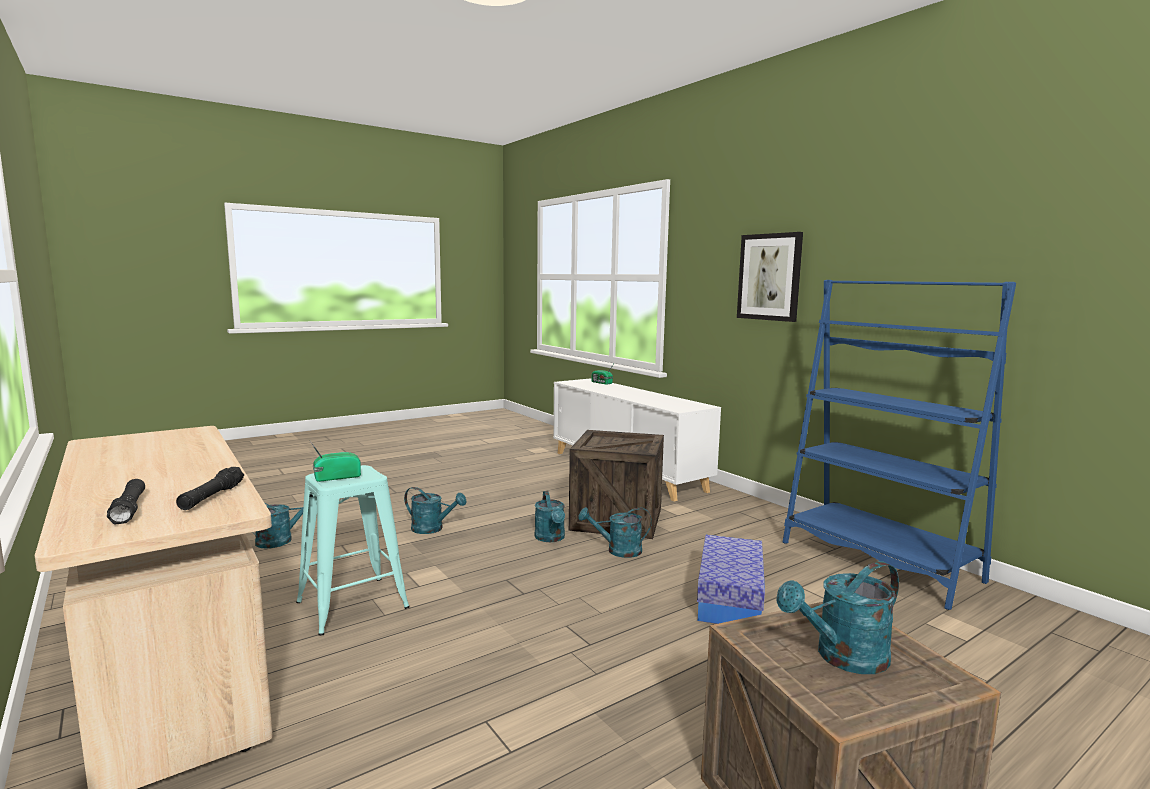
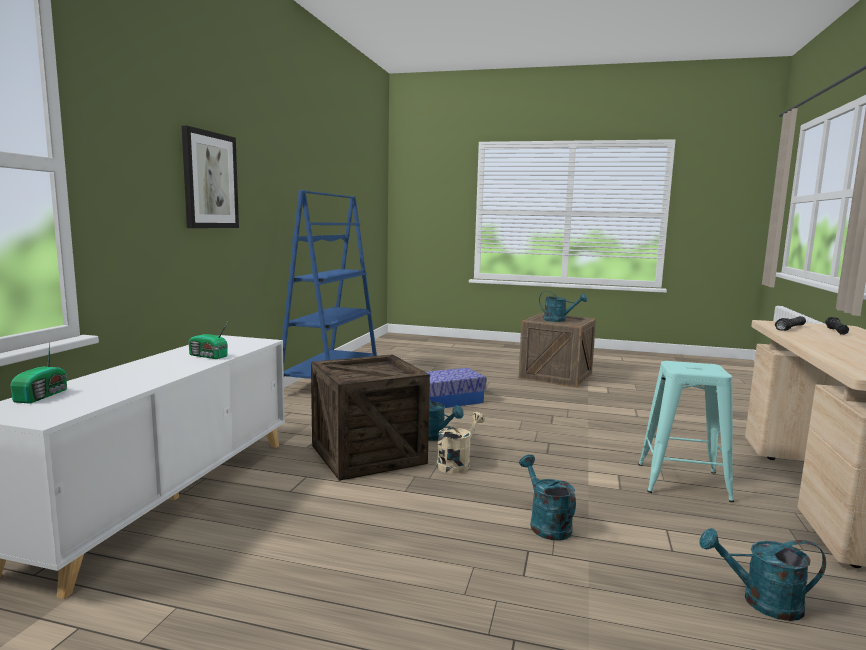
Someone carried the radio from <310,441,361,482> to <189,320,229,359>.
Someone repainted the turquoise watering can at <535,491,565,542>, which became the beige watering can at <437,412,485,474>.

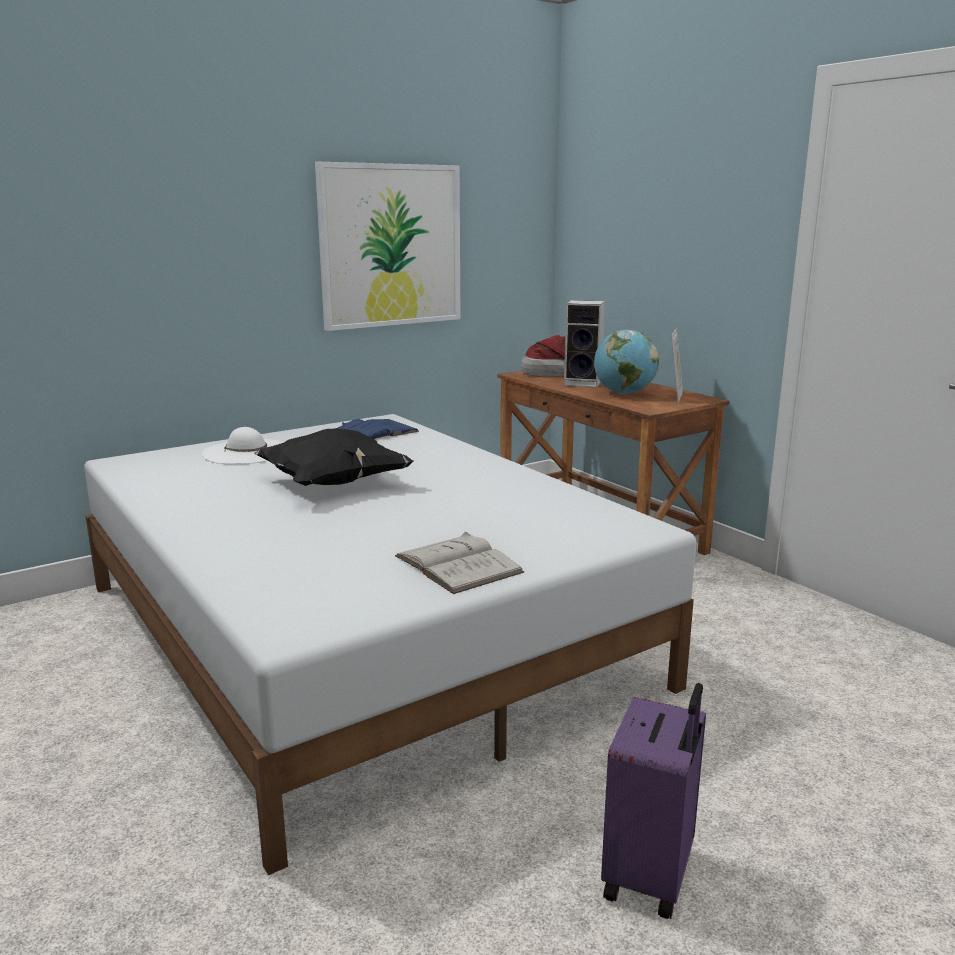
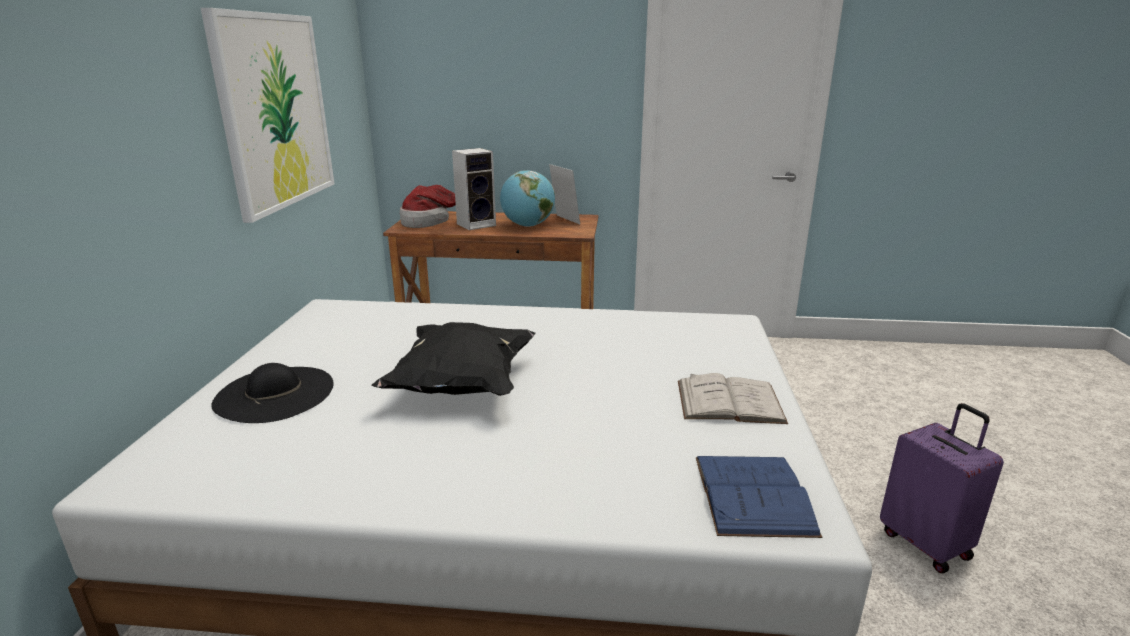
Someone repainted the white hat at <201,427,284,464>, which became the black hat at <211,363,334,423>.
Someone carried the blue book from <335,419,419,439> to <696,456,822,538>.

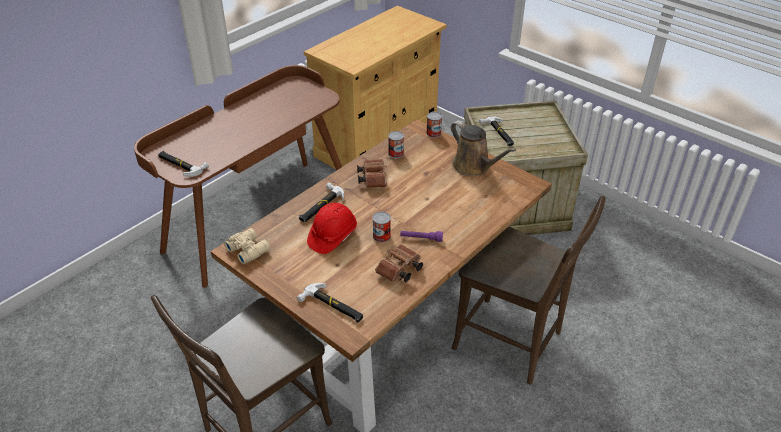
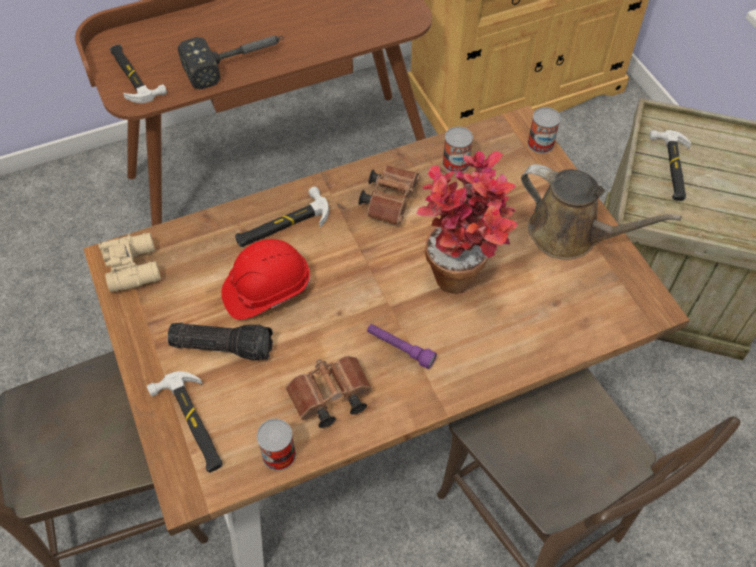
Someone put down the flashlight at <167,323,273,361>.
Someone put down the hammer at <178,36,284,89>.
Someone carried the can from <372,212,391,242> to <257,419,296,471>.
Someone put down the potted plant at <416,151,518,294>.
Someone rotated the brown watering can at <451,120,516,176> by 45 degrees counterclockwise.

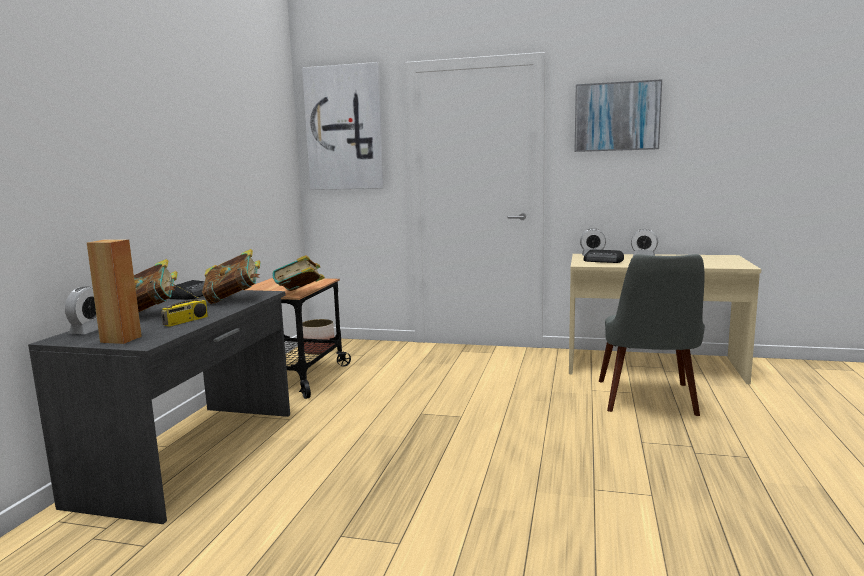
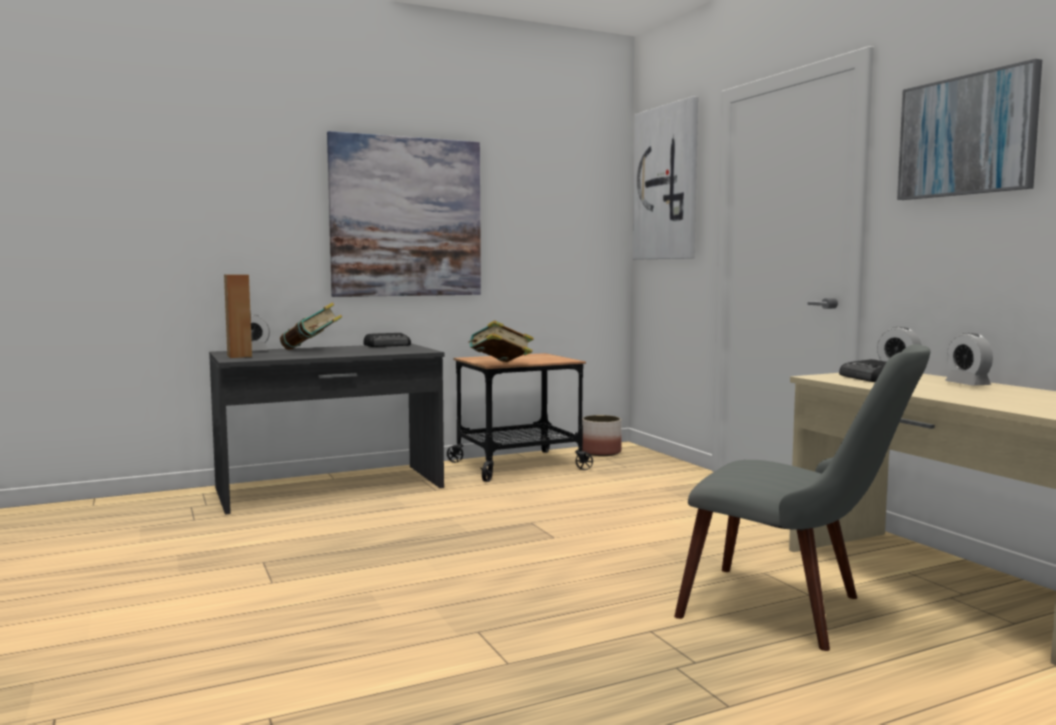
Someone put up the picture at <327,131,481,297>.
Someone rotated the grey chair at <599,254,705,416> by 120 degrees counterclockwise.
Someone took away the radio at <161,280,208,327>.
Someone took away the book at <202,249,260,304>.

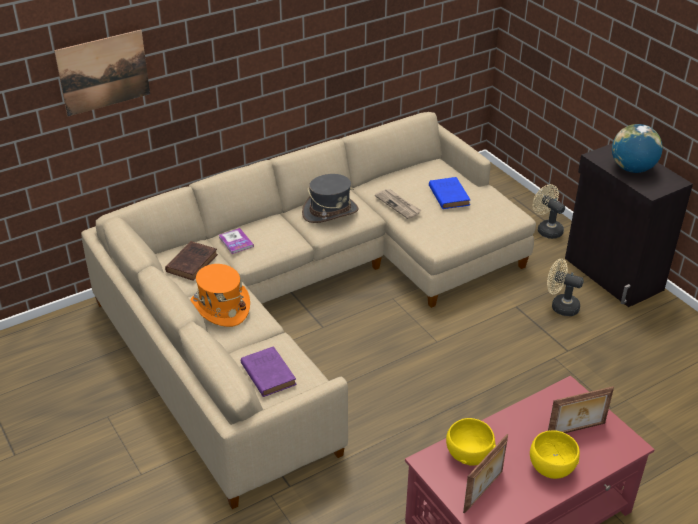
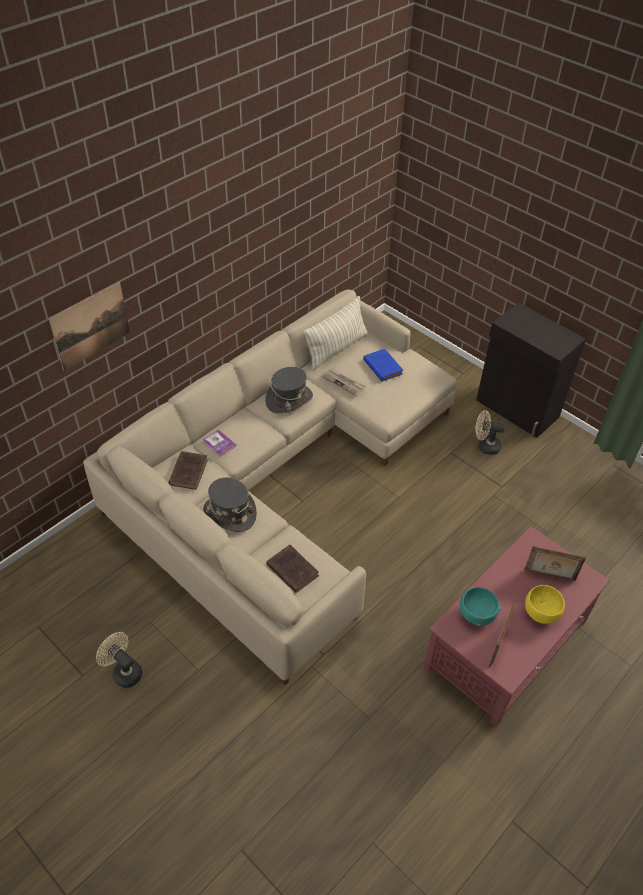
Someone carried the beige fan from <532,184,565,239> to <96,632,142,688>.
Someone repainted the orange hat at <190,264,250,327>, which became the grey hat at <203,477,257,532>.
Someone repainted the purple book at <241,346,297,397>, which became the brown book at <266,545,319,593>.
Someone put down the pillow at <303,296,368,370>.
Someone repainted the yellow bowl at <446,418,496,466>, which became the turquoise bowl at <460,587,501,626>.
Someone rotated the picture frame at <548,386,614,433> by 45 degrees clockwise.
Someone took away the globe at <612,124,663,173>.

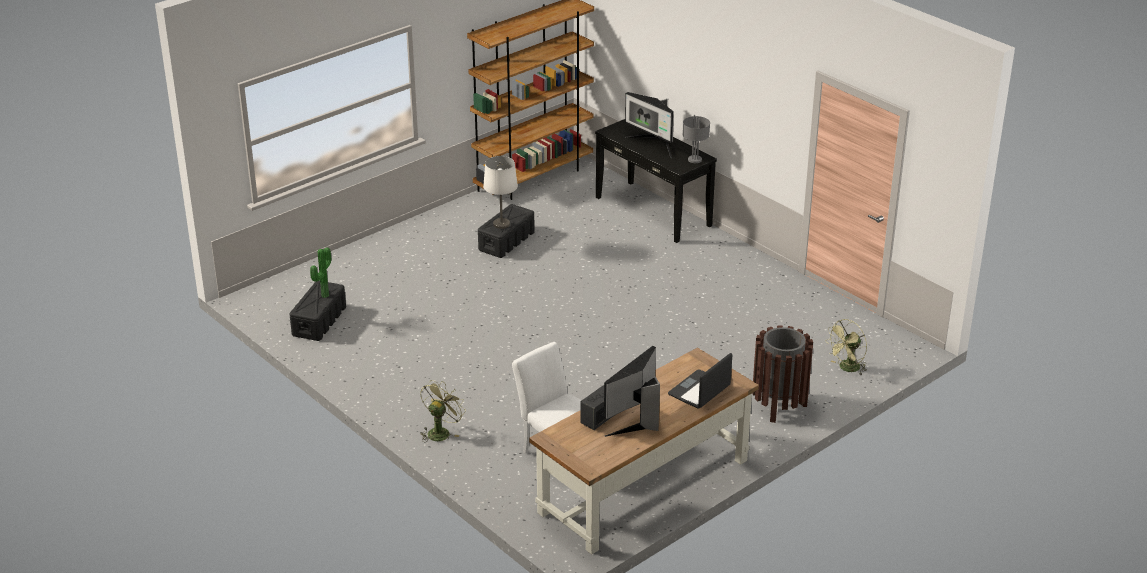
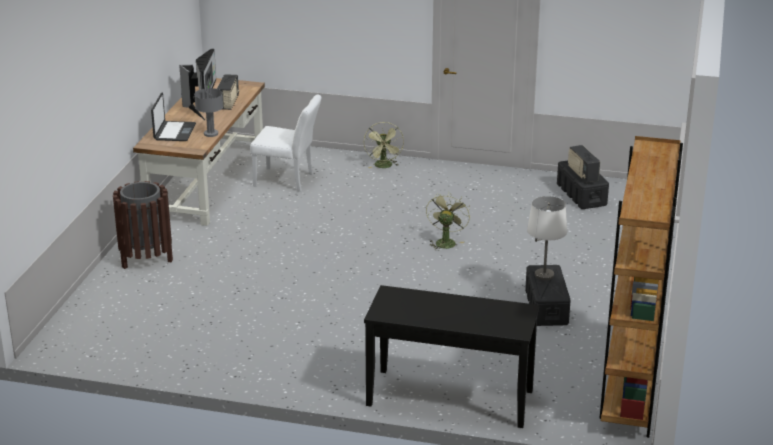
Someone carried the grey table lamp from <683,115,710,163> to <194,84,223,137>.
Someone carried the green fan from <825,319,867,375> to <426,192,470,251>.
Someone swapped the potted plant at <310,248,331,298> for the radio at <568,145,600,183>.
Someone took away the monitor at <625,92,674,158>.

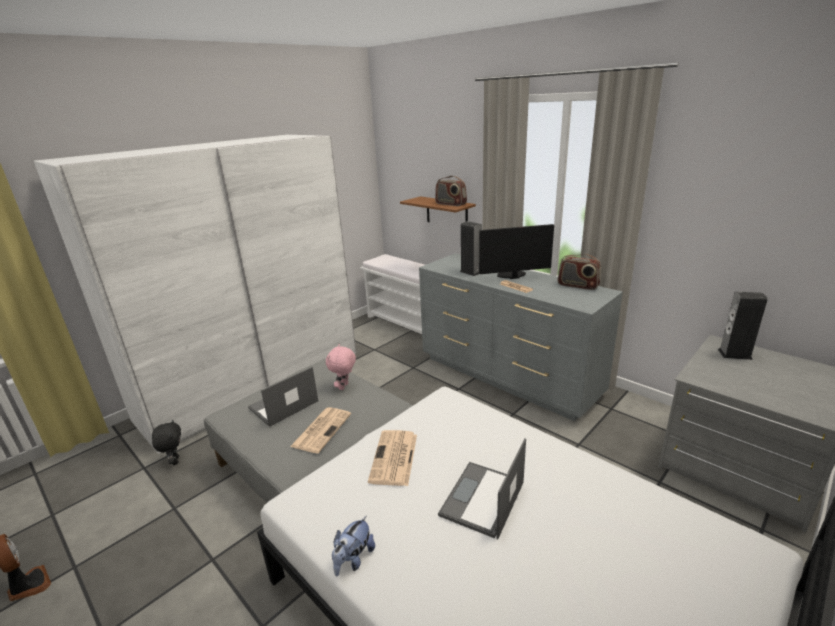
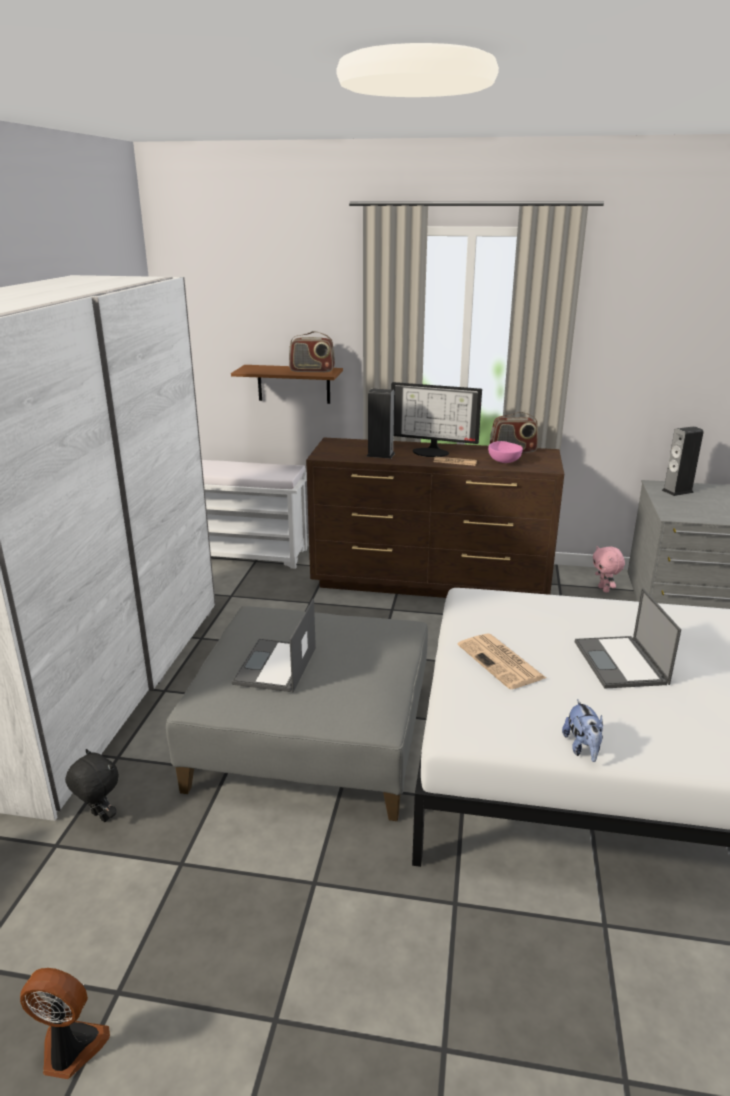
Someone repainted the grey dresser at <419,253,623,421>, which became the brown dresser at <306,438,564,598>.
Someone rotated the monitor at <479,224,554,279> by 120 degrees counterclockwise.
Someone put down the pink bowl at <488,441,523,463>.
Someone carried the pink plush toy from <326,344,356,390> to <593,546,625,593>.
Someone took away the newspaper at <290,407,351,454>.

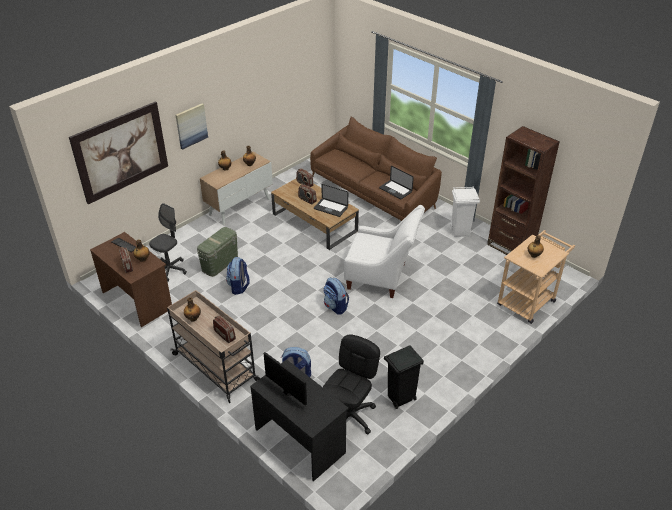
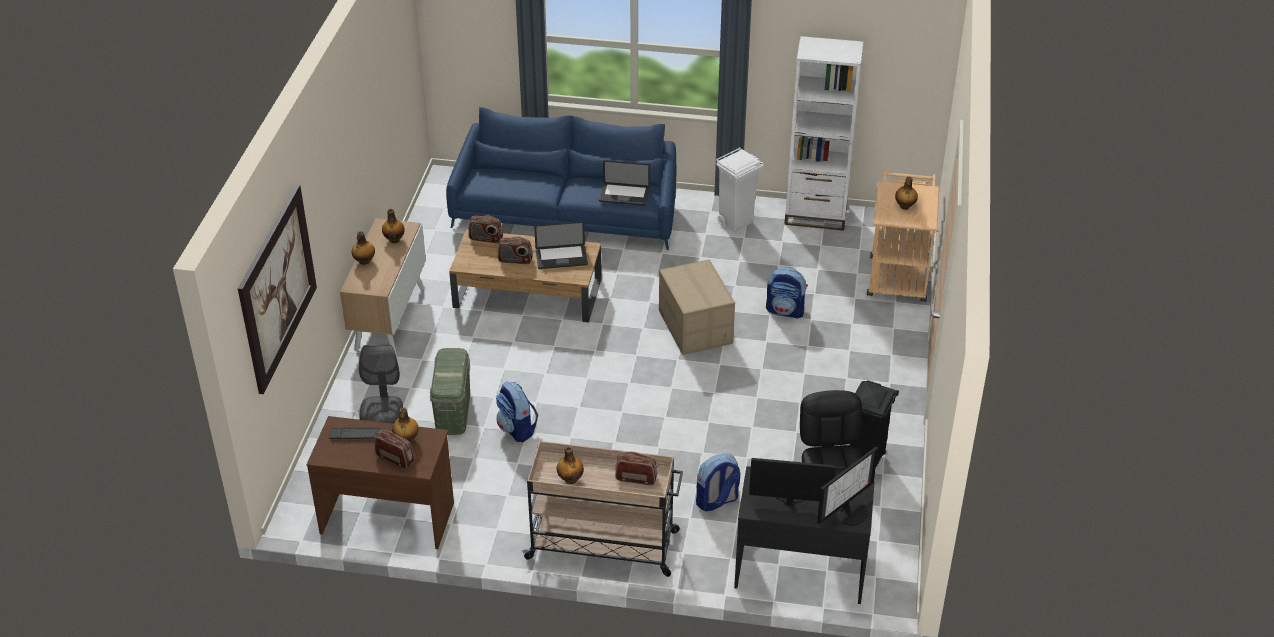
Someone repainted the brown sofa at <310,117,442,221>, which became the blue sofa at <446,107,676,250>.
Someone swapped the white armchair at <344,205,425,298> for the cardboard box at <659,260,735,355>.
Someone carried the backpack from <324,278,349,315> to <766,267,808,319>.
Someone repainted the brown bookcase at <487,126,560,255>, which became the white bookcase at <784,36,863,231>.
Someone put down the monitor at <817,447,878,526>.
Someone took away the picture at <176,103,208,150>.

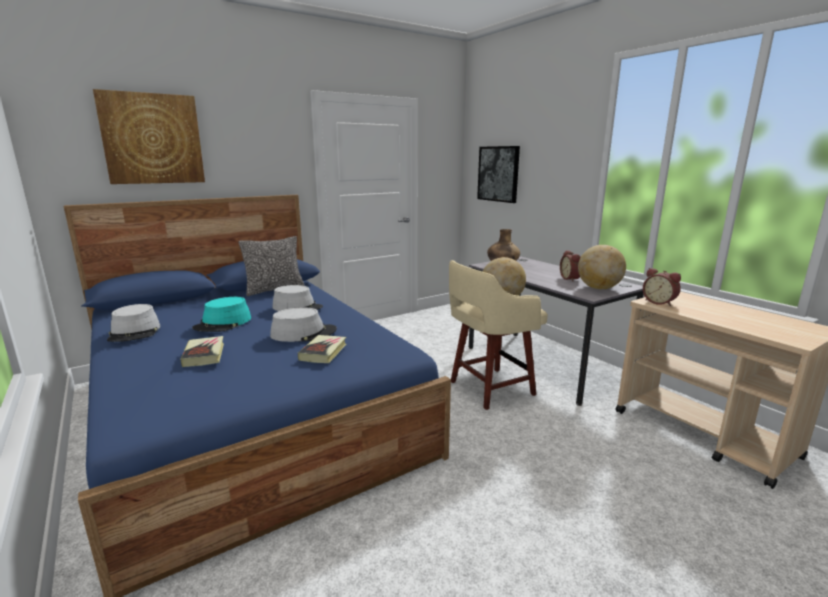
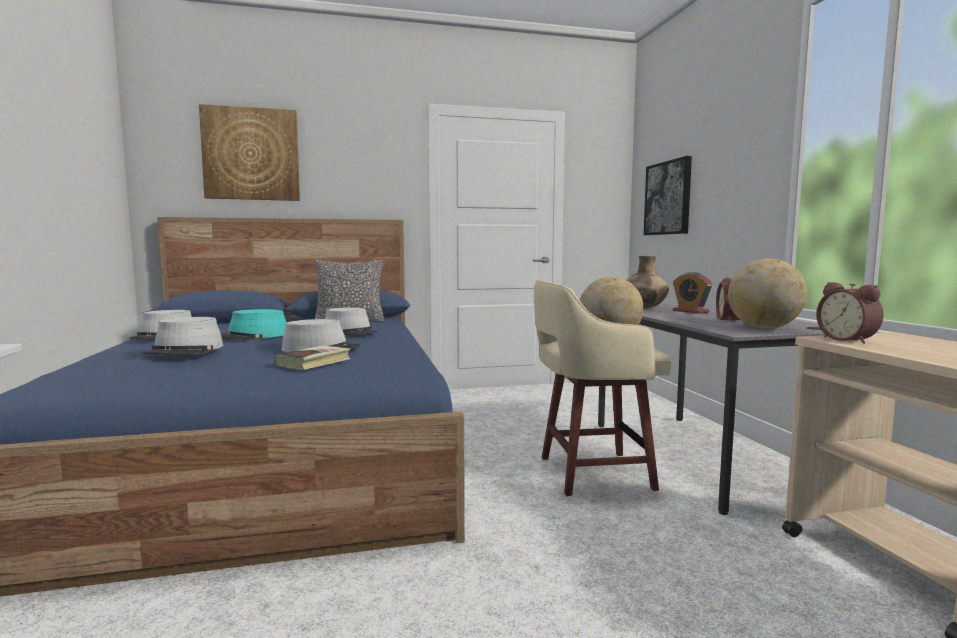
Someone swapped the book at <180,336,224,367> for the grey hat at <143,317,223,354>.
Someone put down the alarm clock at <673,272,713,314>.

